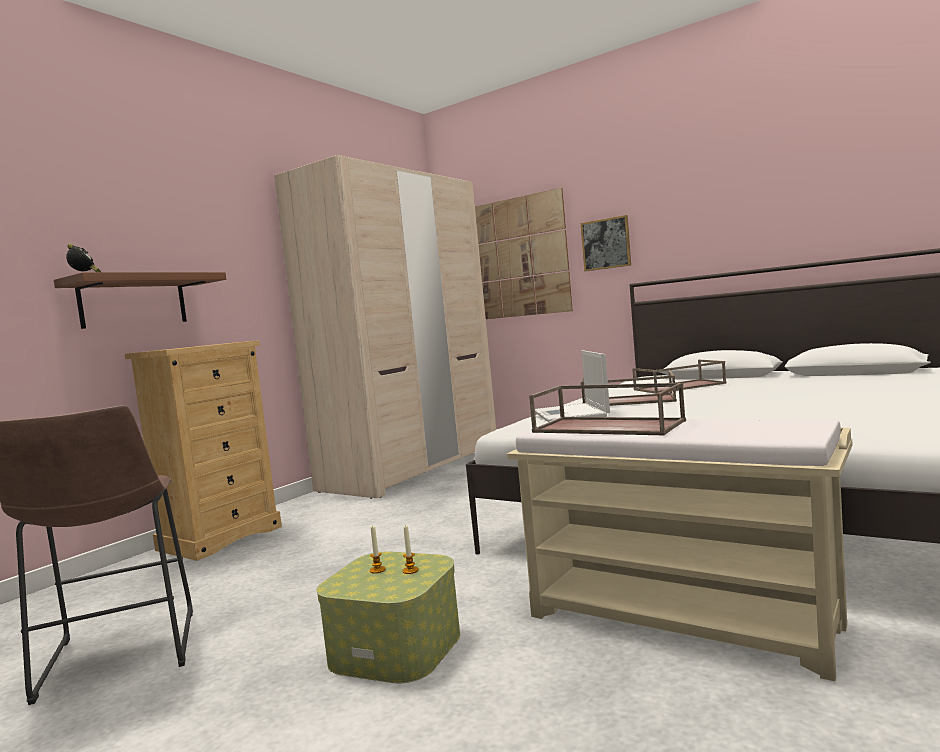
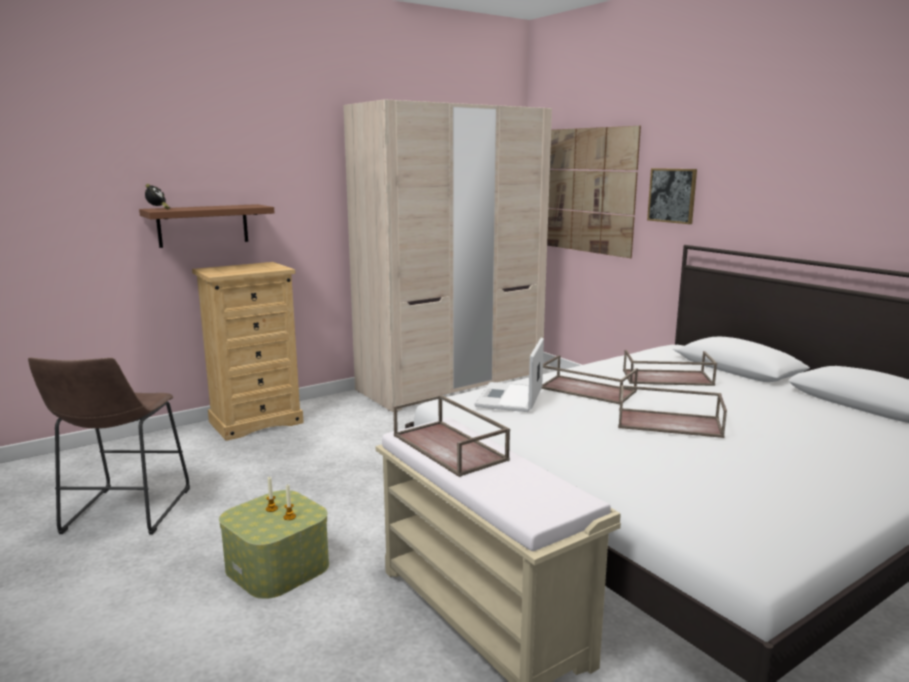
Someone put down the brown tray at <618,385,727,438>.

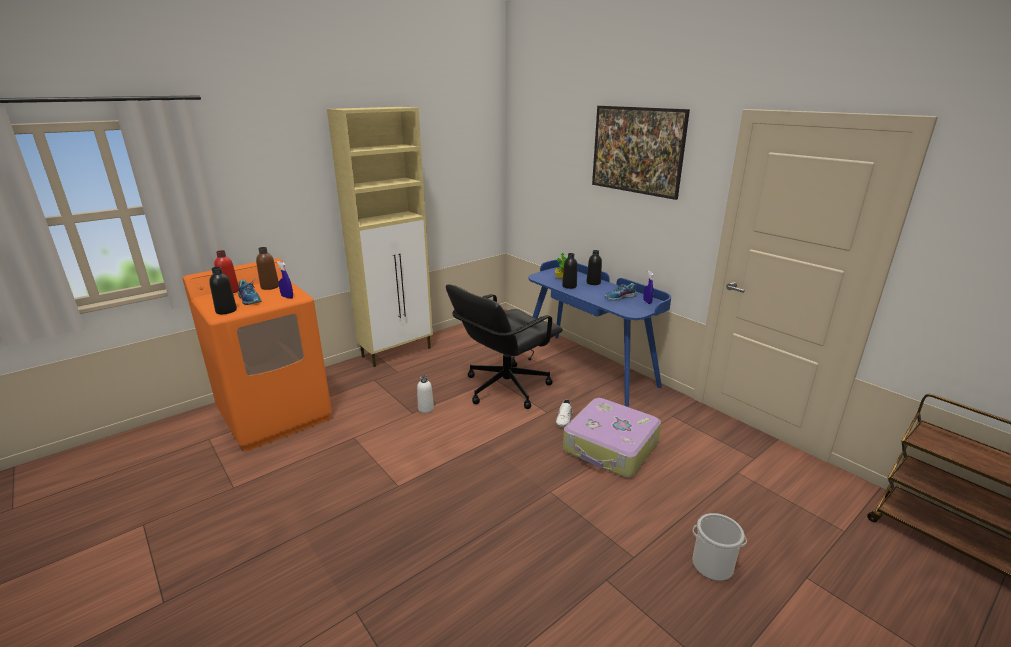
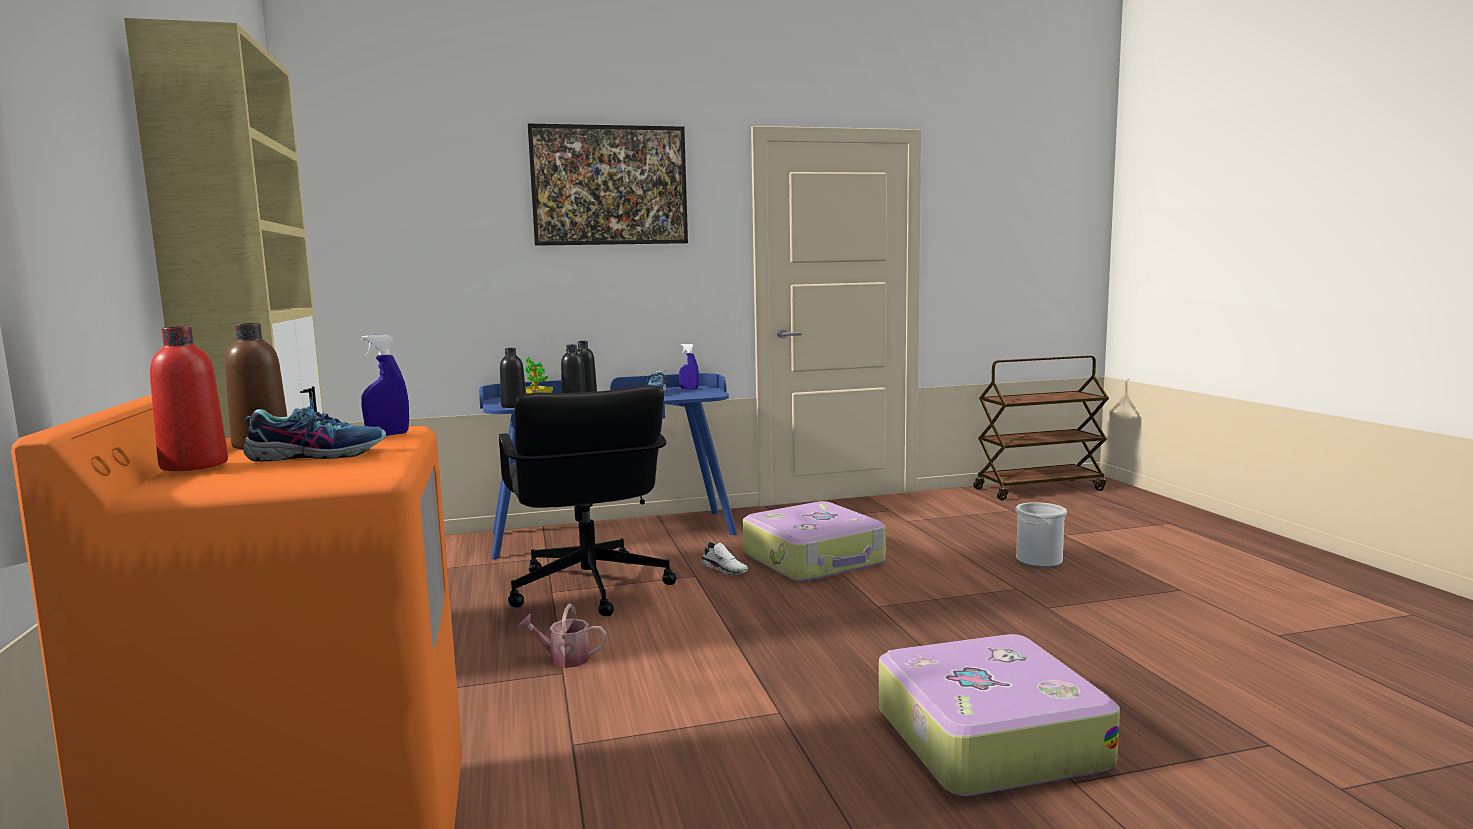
Someone carried the black bottle from <209,267,237,314> to <500,348,526,408>.
Someone swapped the white bottle at <417,375,434,413> for the watering can at <518,604,607,668>.
Someone put down the suitcase at <879,634,1120,796>.

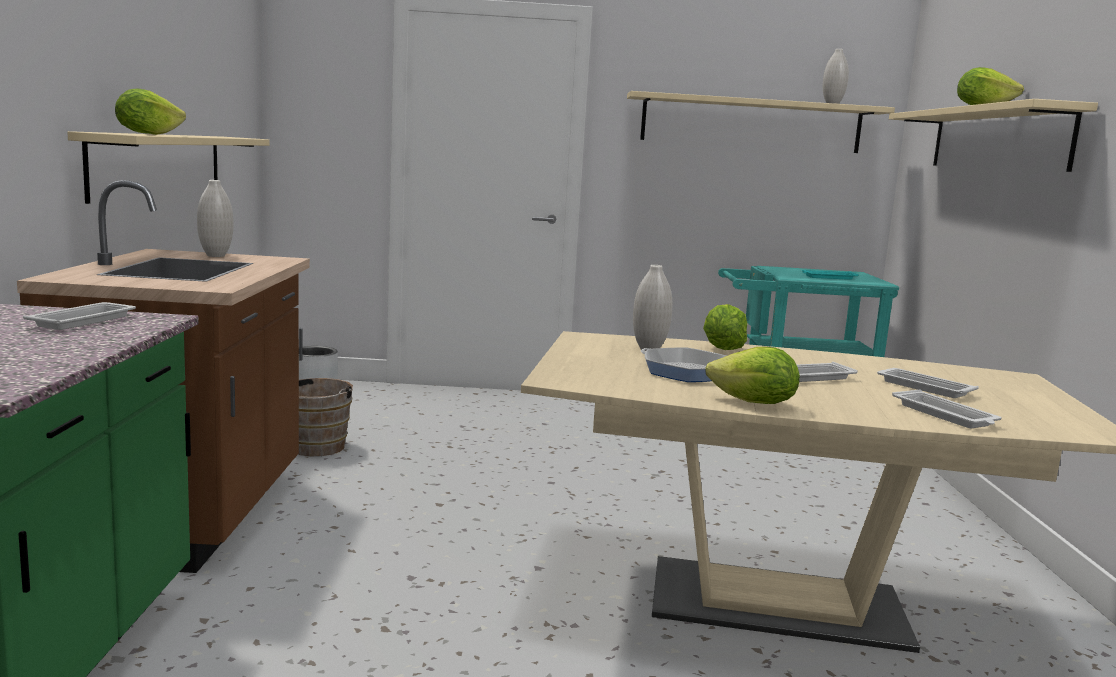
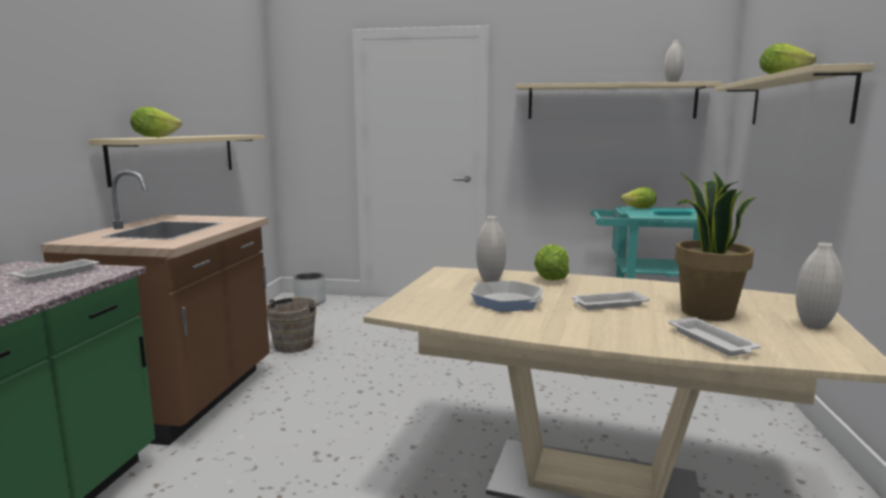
Someone carried the lettuce from <706,347,800,404> to <621,187,656,209>.
Someone swapped the white tray at <877,368,979,398> for the potted plant at <675,172,756,321>.
Someone carried the white vase from <197,180,234,257> to <796,242,843,329>.

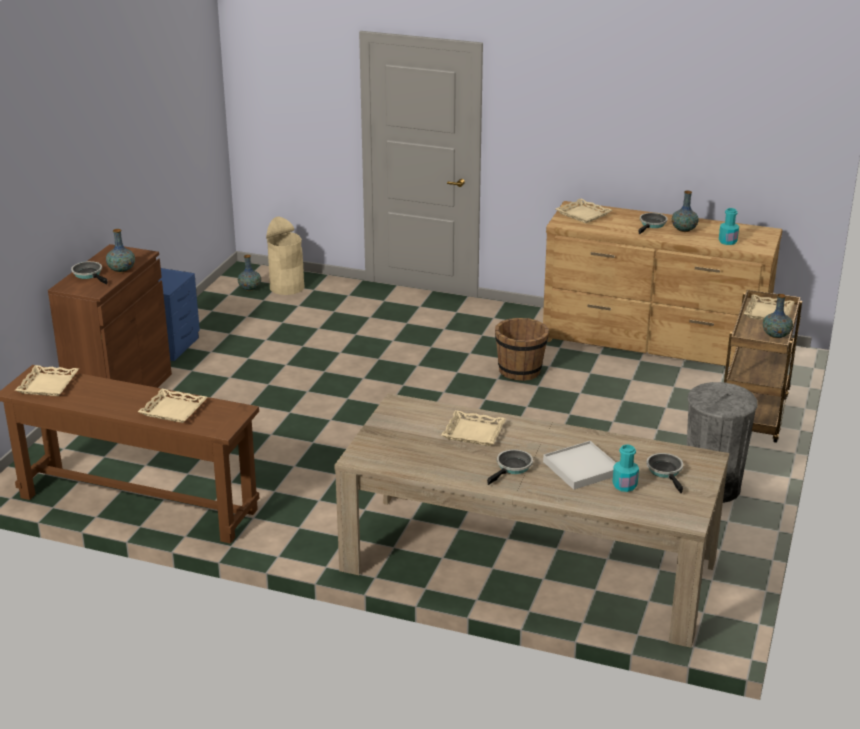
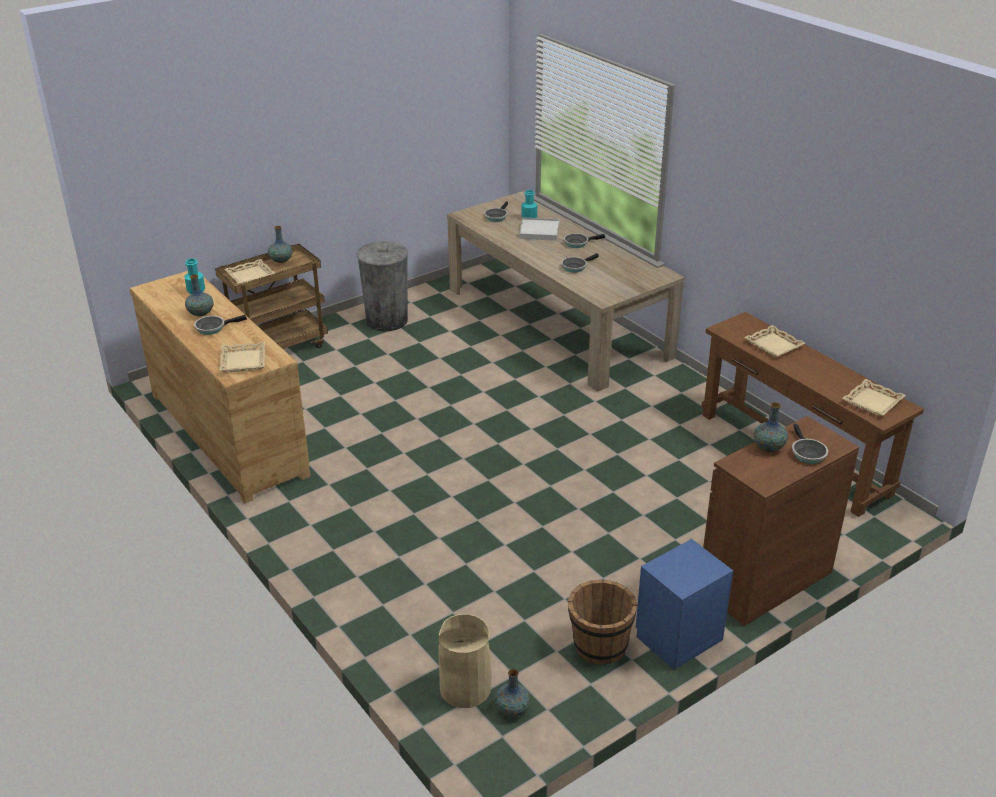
Someone swapped the beige tray at <441,410,506,446> for the frying pan at <561,253,599,273>.
Someone carried the brown bucket from <495,318,549,381> to <568,579,637,665>.

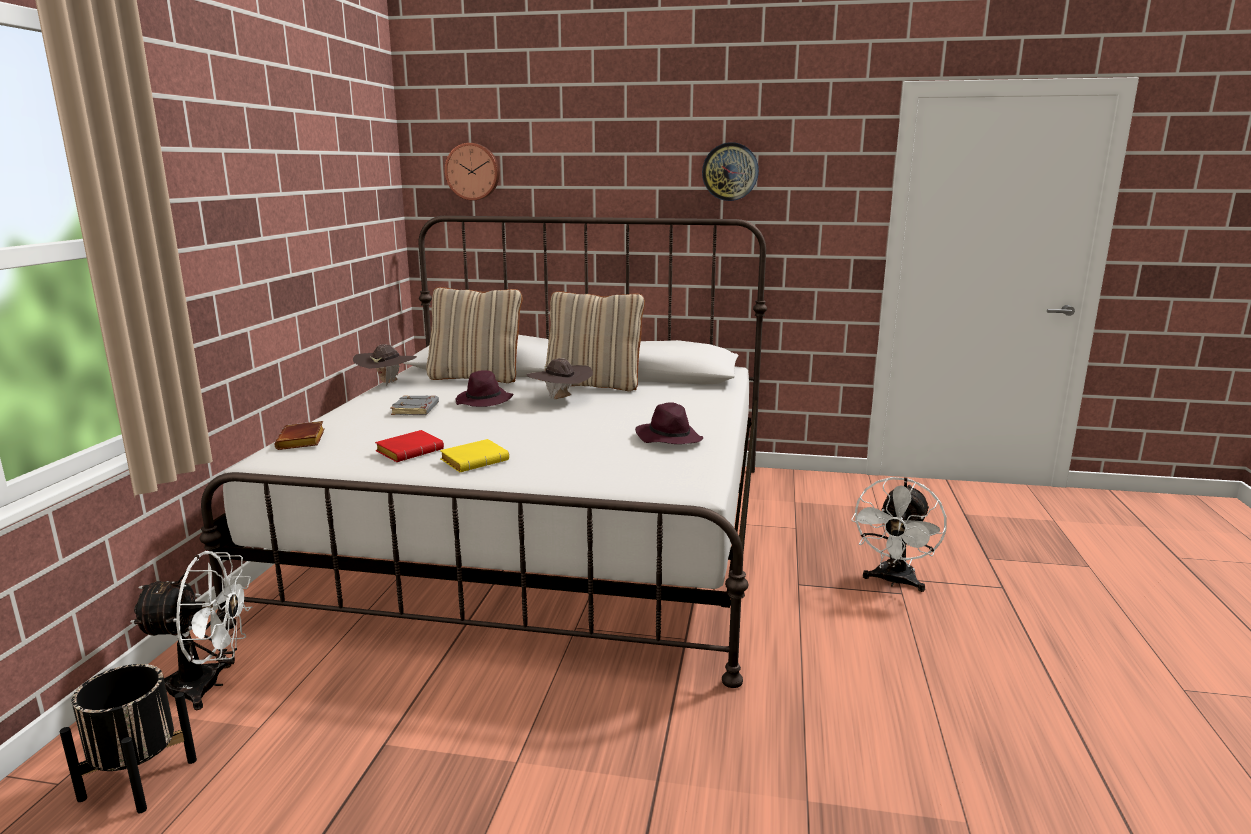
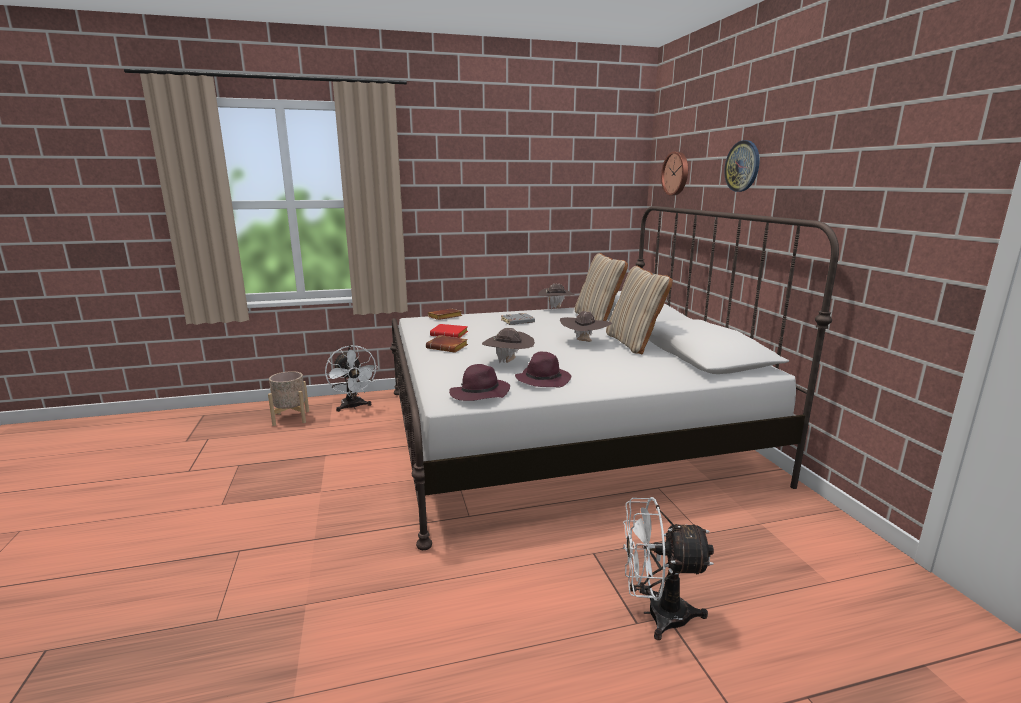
Someone repainted the black planter at <60,664,197,813>, which became the beige planter at <268,371,309,426>.
Someone repainted the yellow book at <440,439,509,472>, which became the brown book at <426,335,468,353>.
Someone carried the purple hat from <456,371,513,407> to <449,364,510,401>.
Someone put down the brown hat at <482,328,535,363>.
Someone carried the wall clock from <702,142,759,201> to <724,140,760,192>.

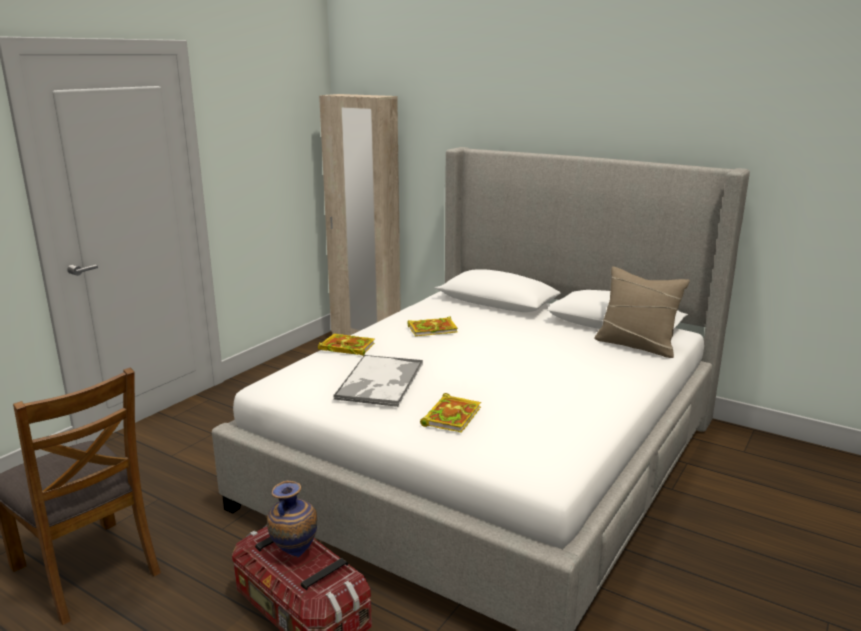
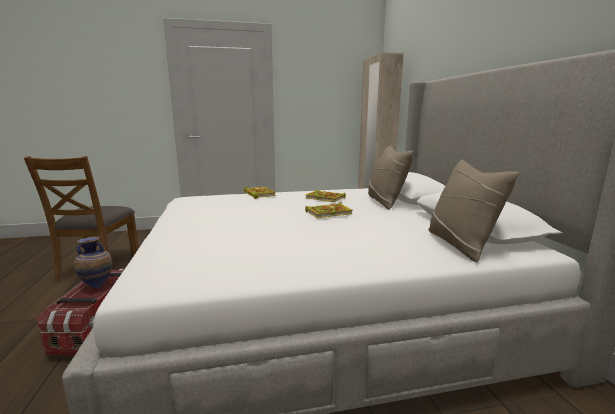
Someone carried the book from <420,393,481,433> to <305,202,353,218>.
Someone put down the beige pillow at <368,145,413,210>.
Someone took away the tray at <333,355,423,407>.

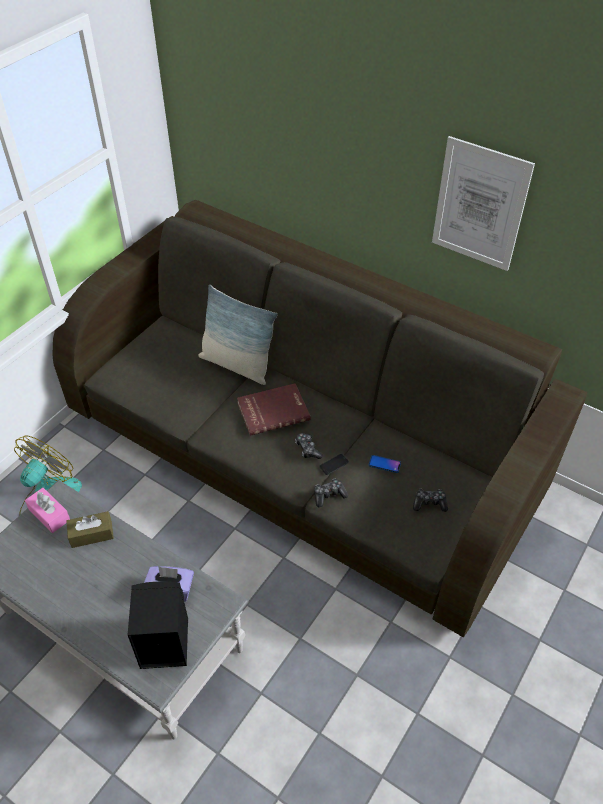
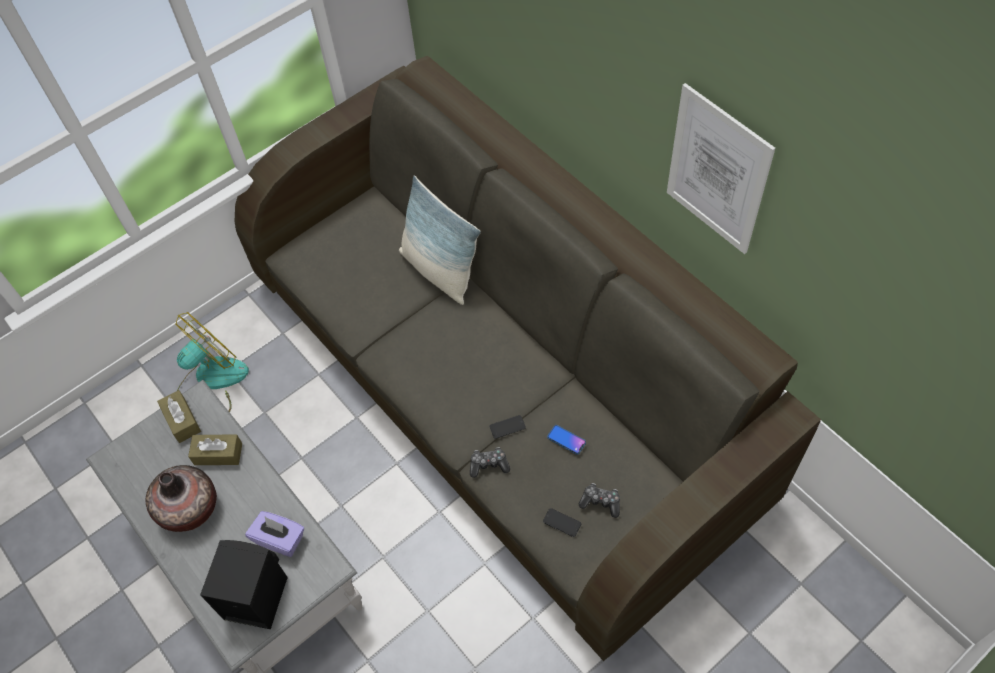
Someone put down the vase at <146,465,217,532>.
Someone repainted the pink tissue box at <25,488,70,533>, which became the brown tissue box at <157,390,201,443>.
Someone put down the phone at <543,508,581,537>.
Someone took away the red book at <237,383,311,436>.
Someone took away the game controller at <295,433,323,459>.

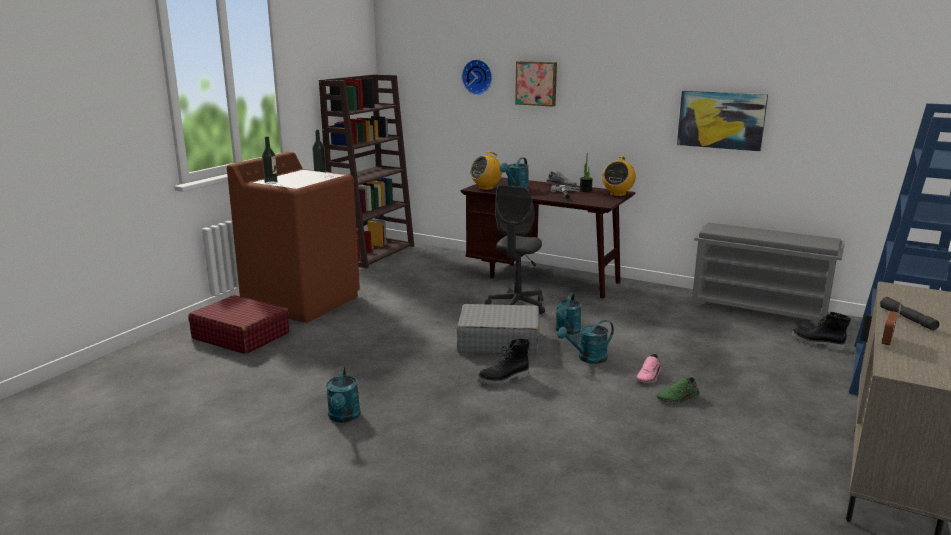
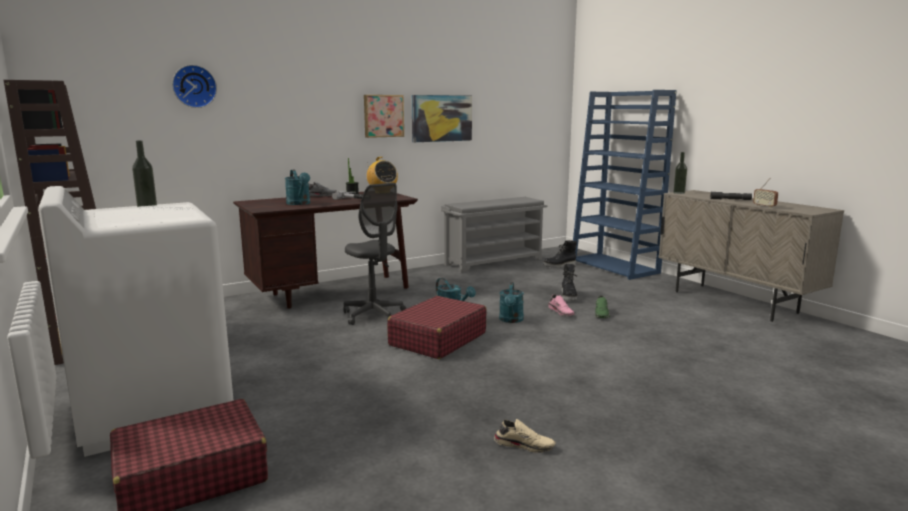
Someone repainted the brown washing machine at <227,152,360,323>, which became the white washing machine at <38,186,234,457>.
Someone carried the picture from <515,61,557,107> to <364,95,404,138>.
Someone repainted the grey suitcase at <457,304,540,355>, which became the red suitcase at <387,296,487,359>.
Someone swapped the turquoise watering can at <326,367,360,423> for the beige shoe at <494,419,556,453>.
Someone carried the black boot from <477,339,530,385> to <562,264,577,301>.
Someone carried the bottle from <262,136,278,184> to <673,152,687,194>.
Someone took away the radio at <470,152,502,190>.

